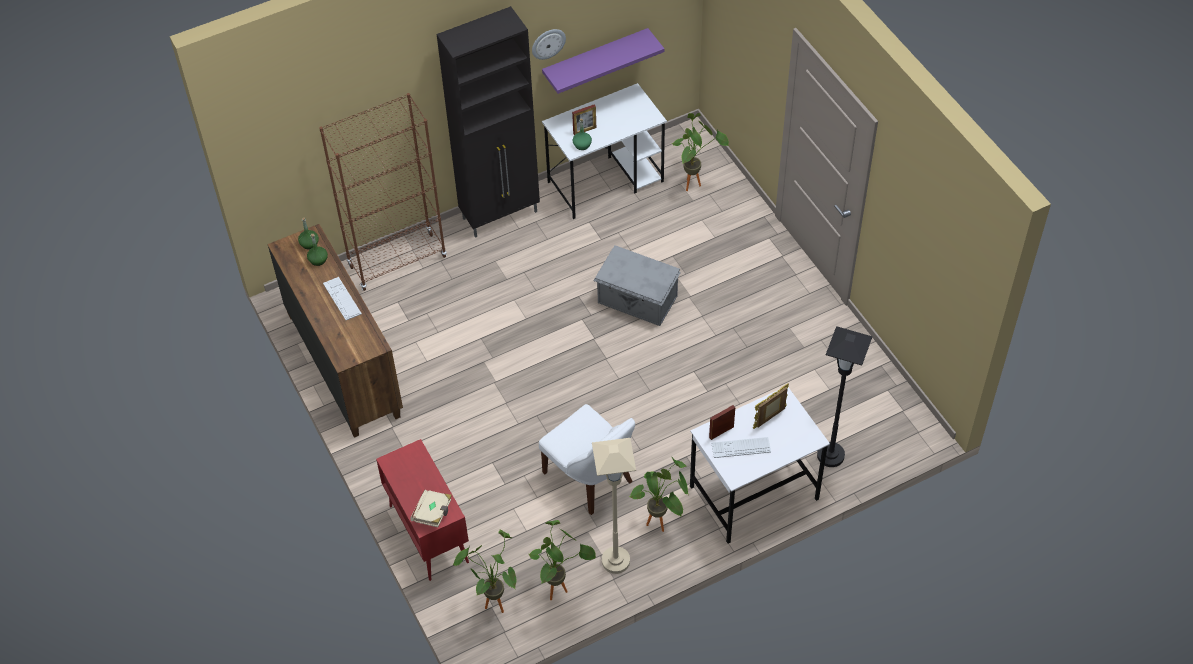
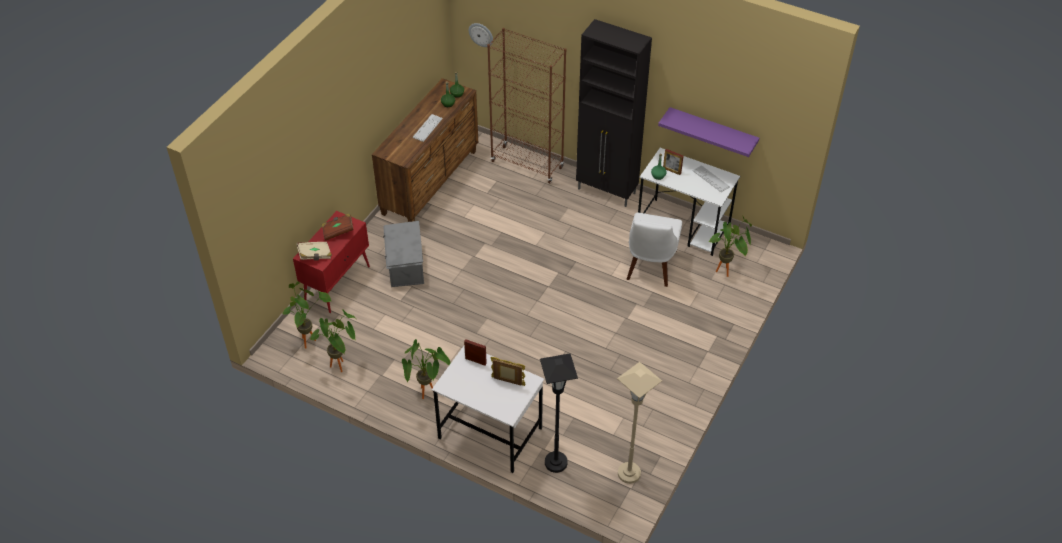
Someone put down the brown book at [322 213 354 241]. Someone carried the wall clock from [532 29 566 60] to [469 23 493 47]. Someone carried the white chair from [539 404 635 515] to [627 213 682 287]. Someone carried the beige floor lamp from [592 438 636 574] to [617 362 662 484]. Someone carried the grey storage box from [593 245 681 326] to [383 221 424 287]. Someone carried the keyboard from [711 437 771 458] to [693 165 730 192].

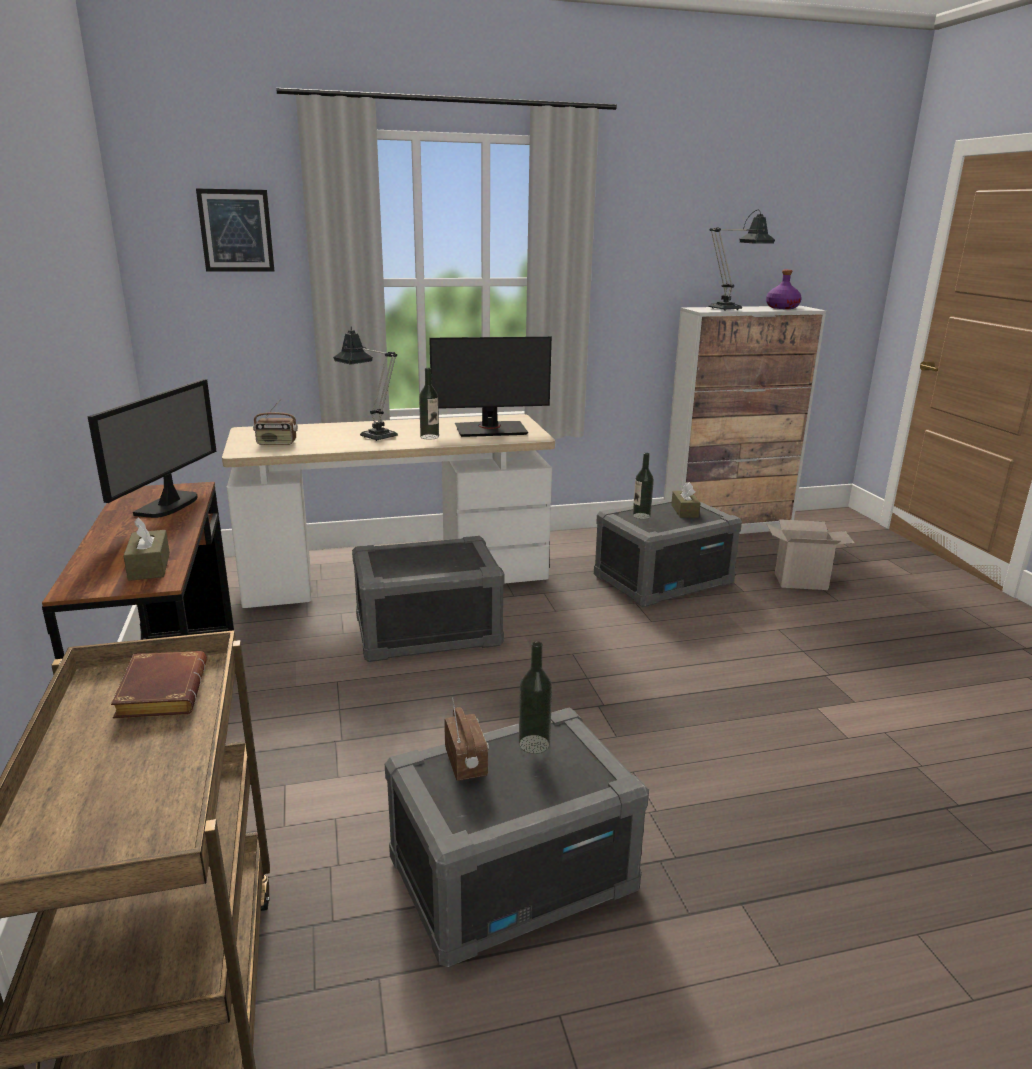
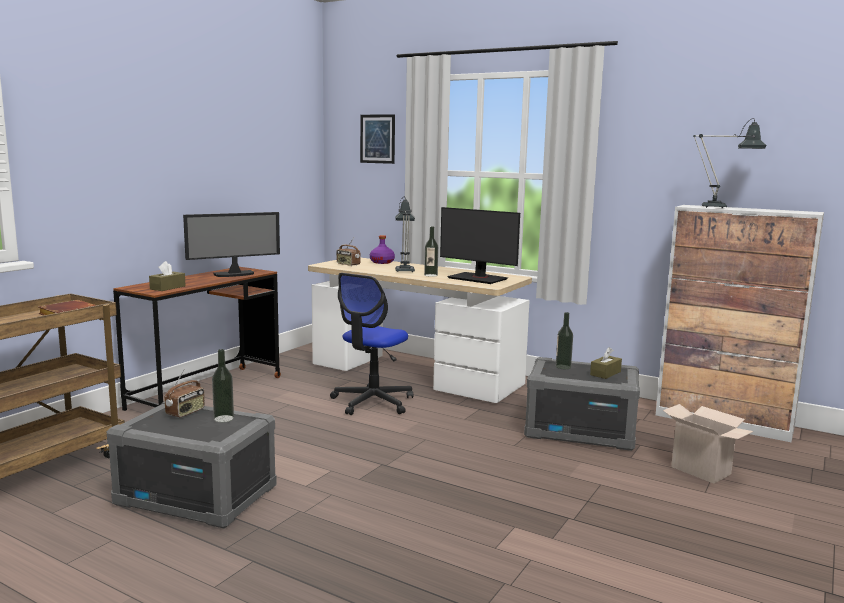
Someone carried the purple bottle from [766 270 802 309] to [370 235 395 264]. Someone swapped the grey storage box at [352 536 505 662] for the office chair at [330 273 413 415].

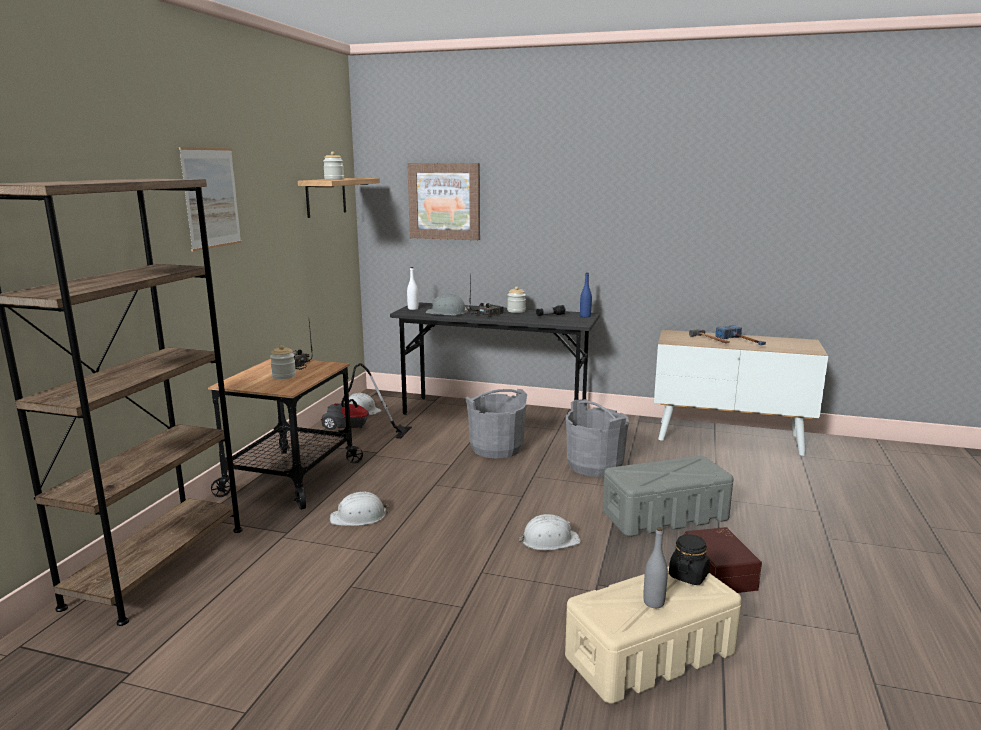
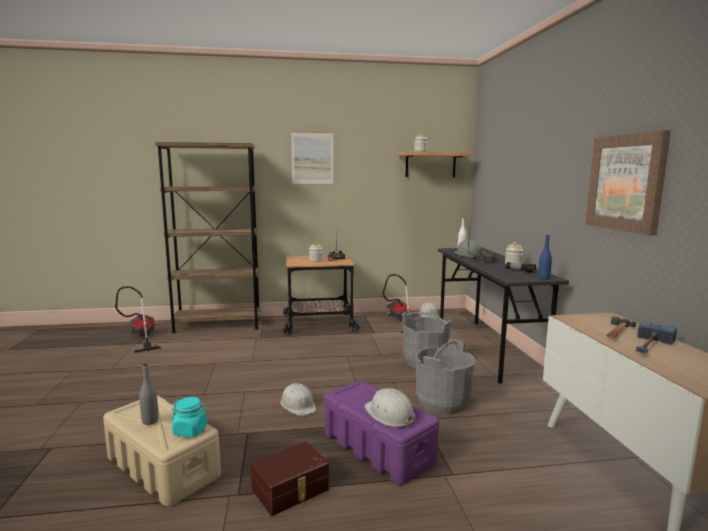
Someone put down the vacuum cleaner at [115 286 161 353]. Someone carried the white hard hat from [330 492 389 526] to [364 388 415 427]. Someone carried the picture from [407 163 480 240] to [585 130 671 235]. Someone repainted the grey storage box at [602 456 734 537], which became the purple storage box at [324 381 439 485]. Someone repainted the black jar at [669 534 710 585], which became the turquoise jar at [172 397 207 437].

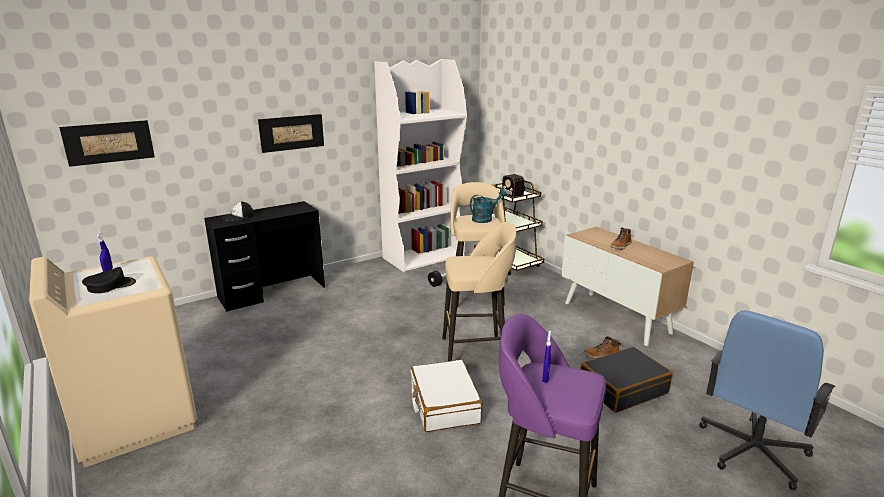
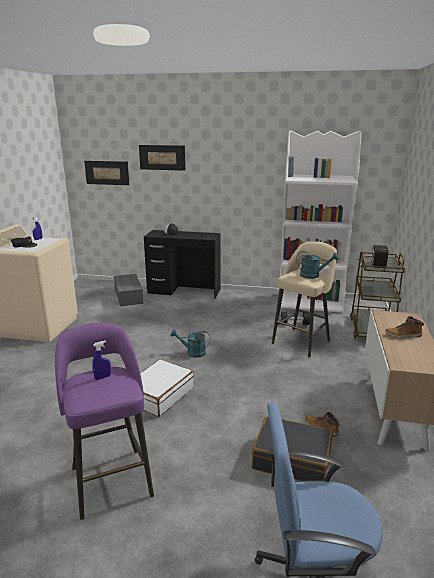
Someone took away the beige stool at [442 222 517 361]. Someone put down the grey storage box at [114 274 143 307]. Someone put down the turquoise watering can at [170 330 211 358]. Someone carried the picture from [258 114 324 153] to [139 145 186 171].

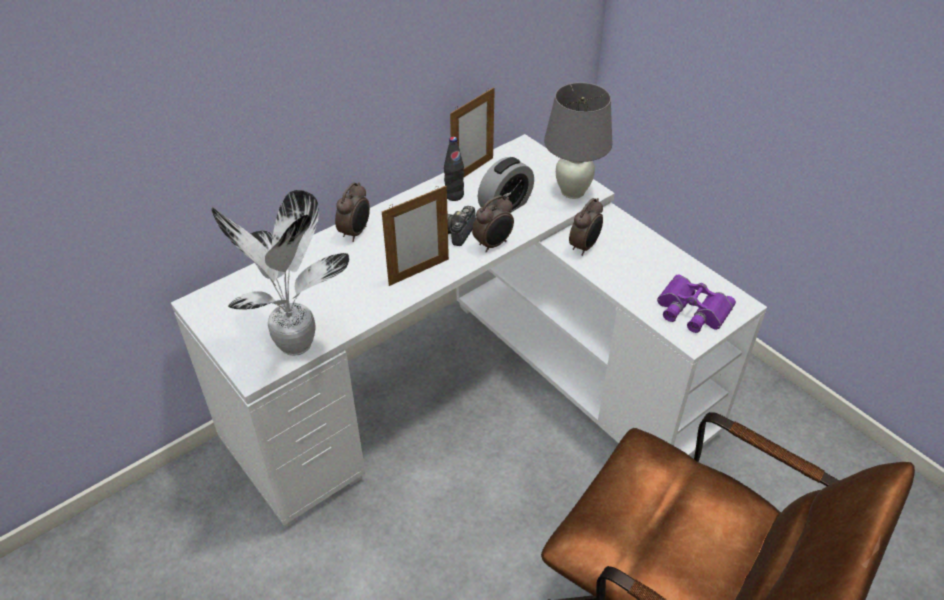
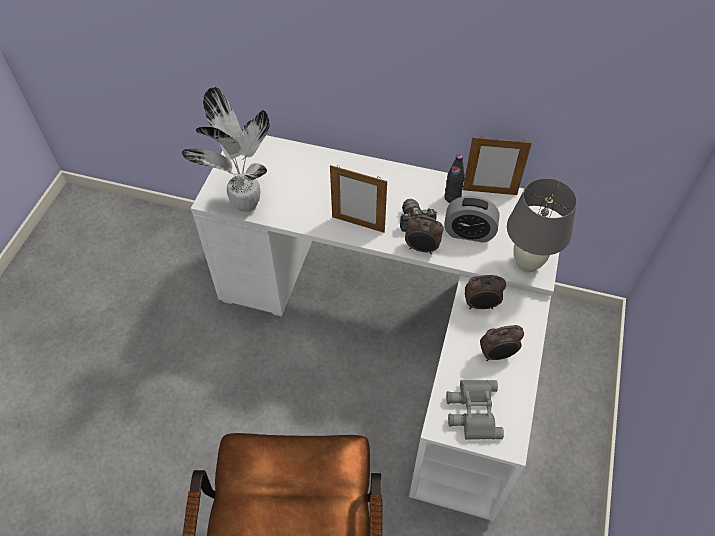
Someone carried the alarm clock from [335 182 370 242] to [480 325 524 361]. Someone repainted the purple binoculars at [657 275 736 333], which became the grey binoculars at [446 380 504 440].

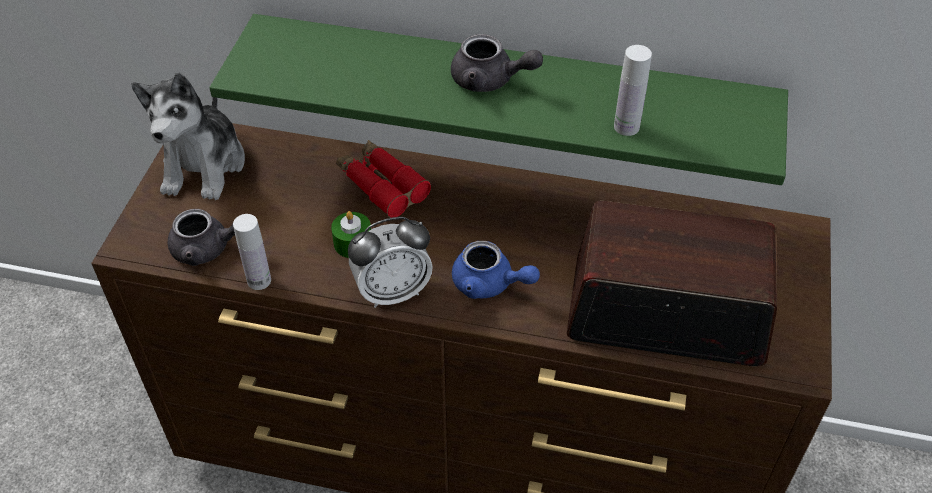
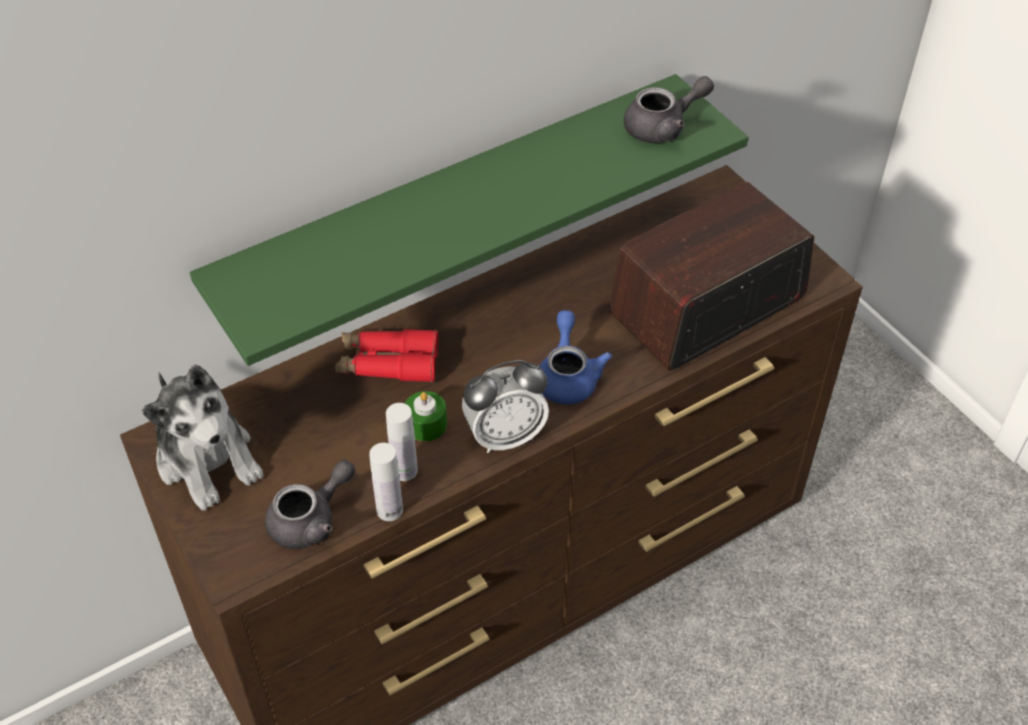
Someone carried the grey teapot from [451 34 543 92] to [624 76 714 143]. Someone carried the white bottle from [614 45 652 136] to [386 403 418 481]. Someone rotated the alarm clock at [348 217 433 308] by 45 degrees clockwise. Someone rotated the blue teapot at [452 241 540 299] by 75 degrees counterclockwise.

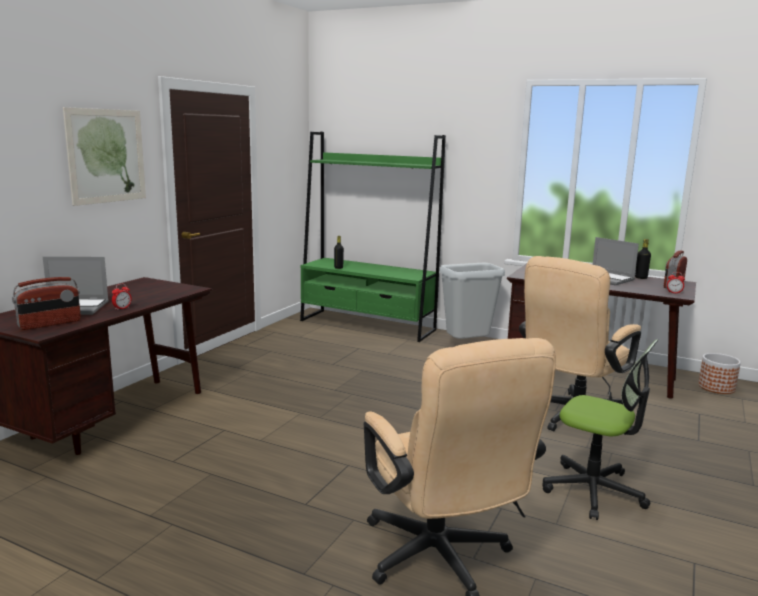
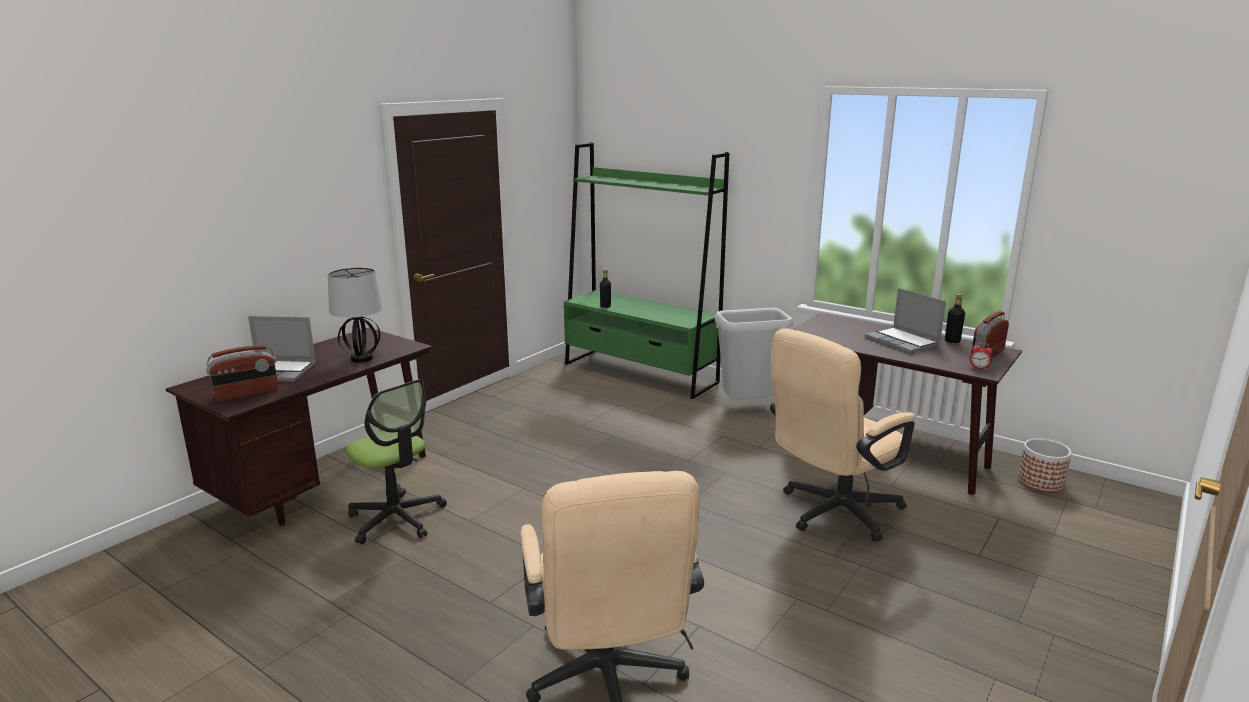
Someone took away the picture at [63 107 146 206]. Someone took away the alarm clock at [112 284 132 310]. Someone put down the table lamp at [328 267 383 363]. Someone carried the office chair from [543 339 658 520] to [346 379 447 544].

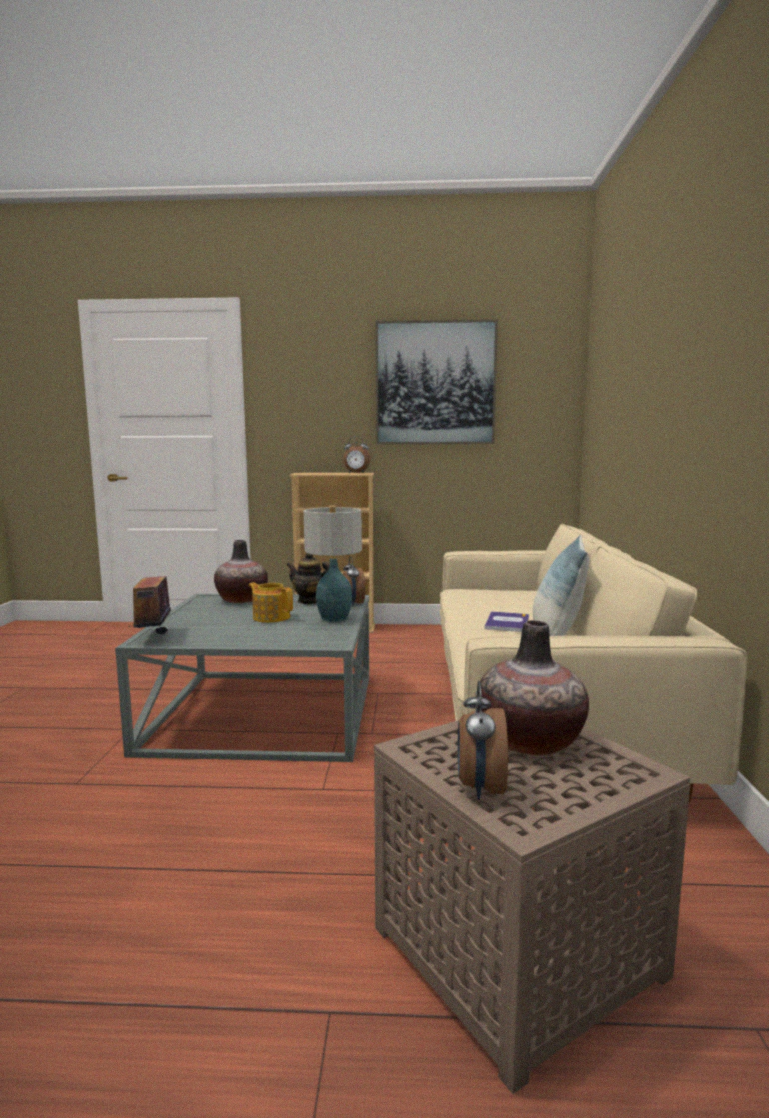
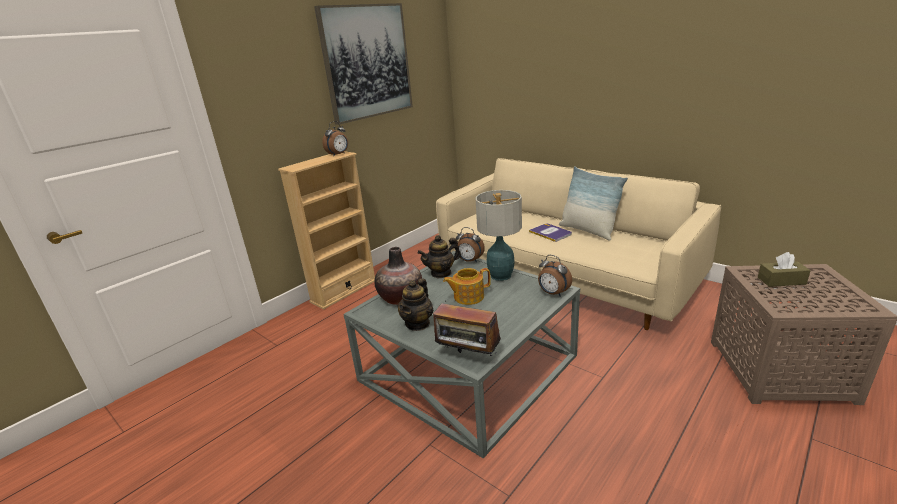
Someone put down the teapot at [398 278 434 331]. Someone carried the alarm clock from [458 681 508 800] to [538 255 572 297]. Someone swapped the vase at [479 620 589 756] for the brown tissue box at [758 252 811 287].

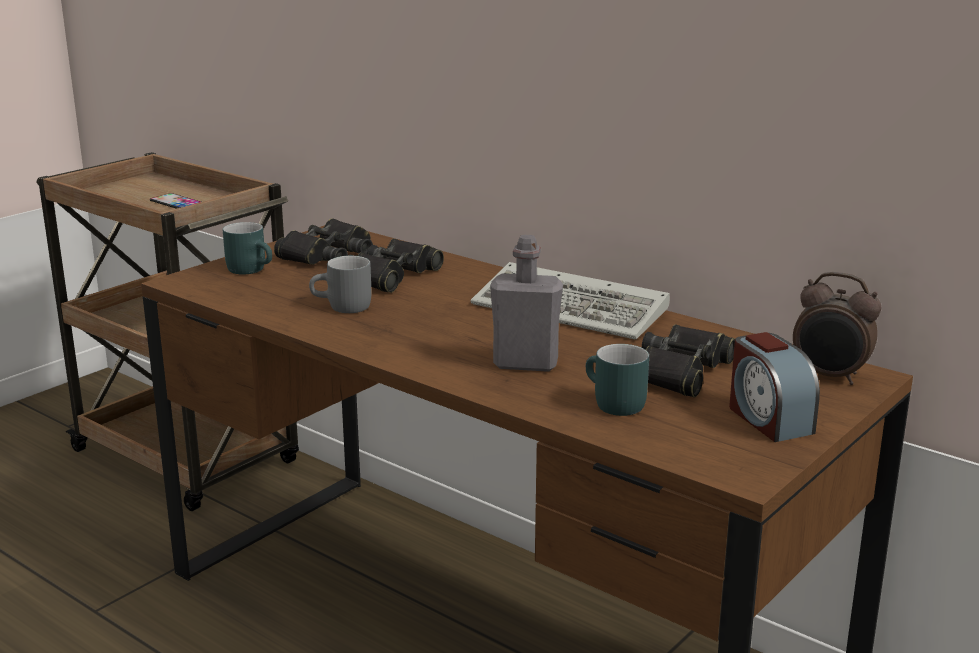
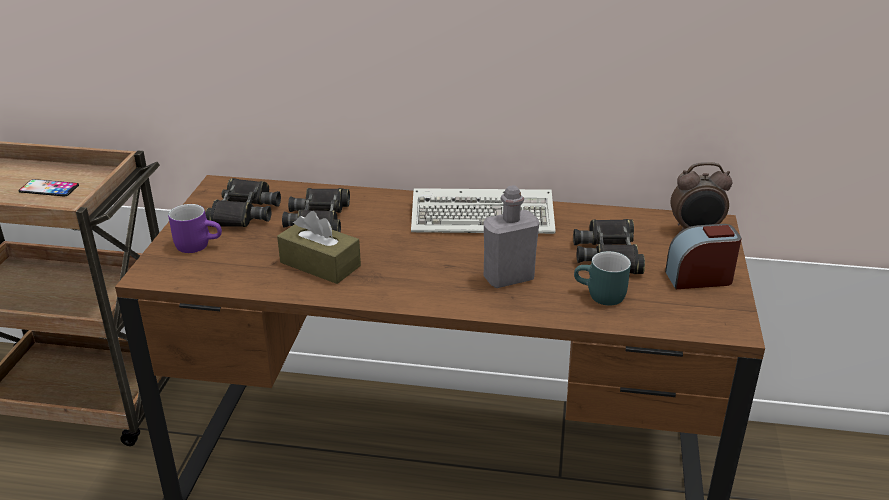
Someone swapped the grey mug at [309 256 371 313] for the brown tissue box at [277 211 361 284]. Someone repainted the turquoise mug at [223 222 272 274], which became the purple mug at [168 204 222 253]. Someone rotated the alarm clock at [729 332 820 442] by 135 degrees clockwise.

